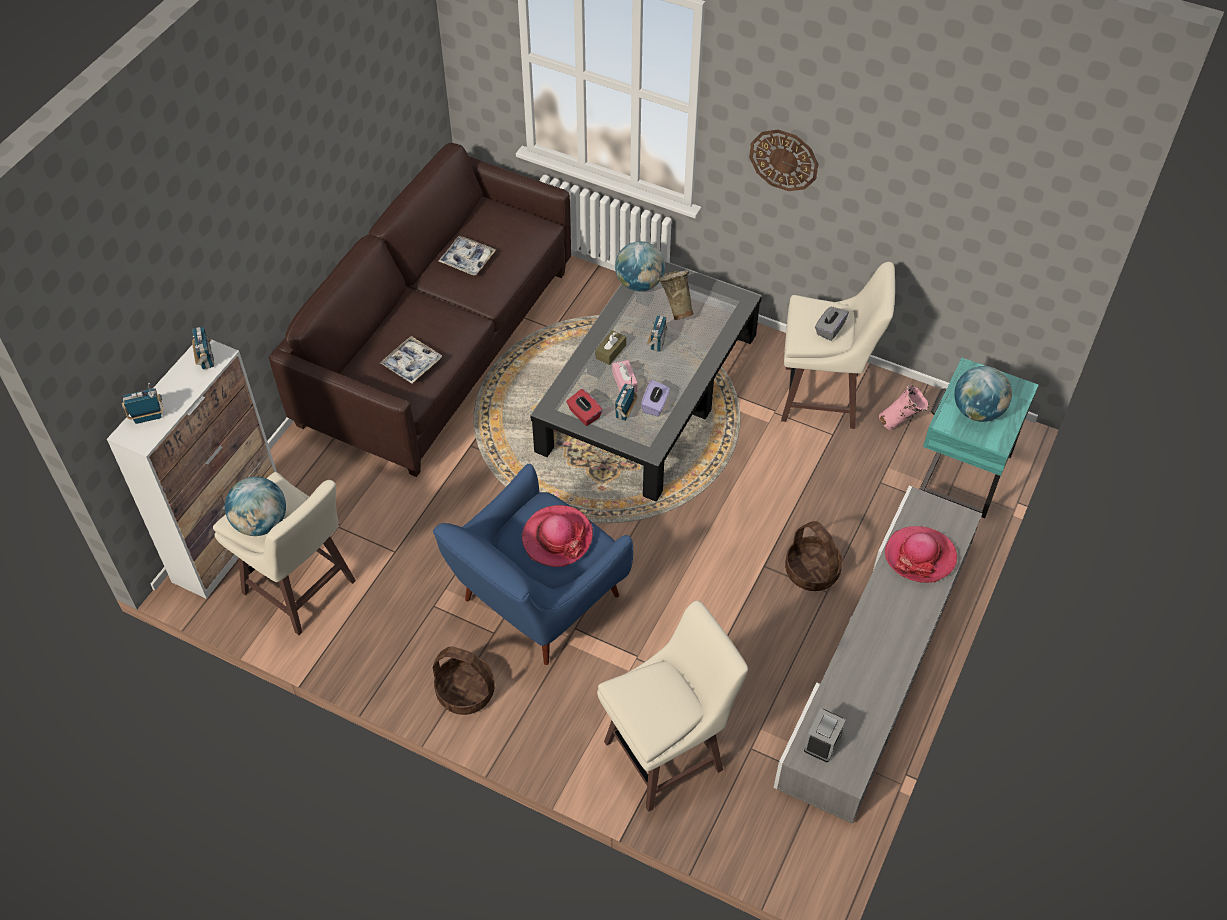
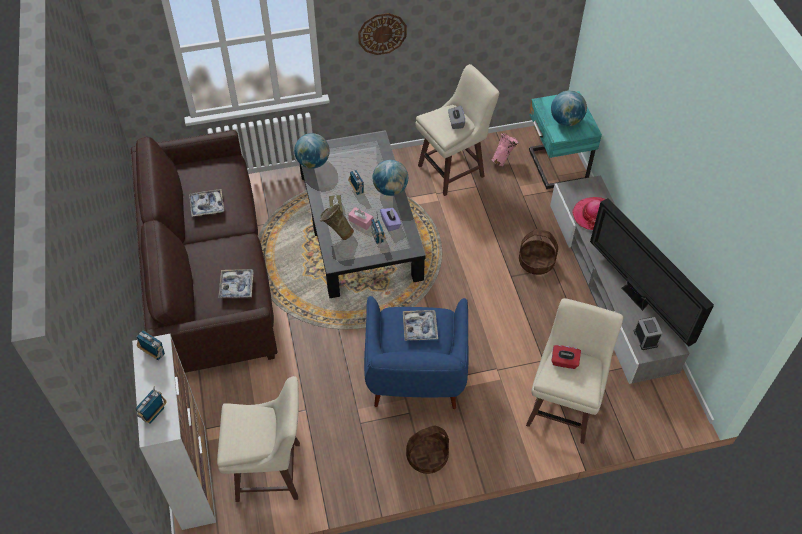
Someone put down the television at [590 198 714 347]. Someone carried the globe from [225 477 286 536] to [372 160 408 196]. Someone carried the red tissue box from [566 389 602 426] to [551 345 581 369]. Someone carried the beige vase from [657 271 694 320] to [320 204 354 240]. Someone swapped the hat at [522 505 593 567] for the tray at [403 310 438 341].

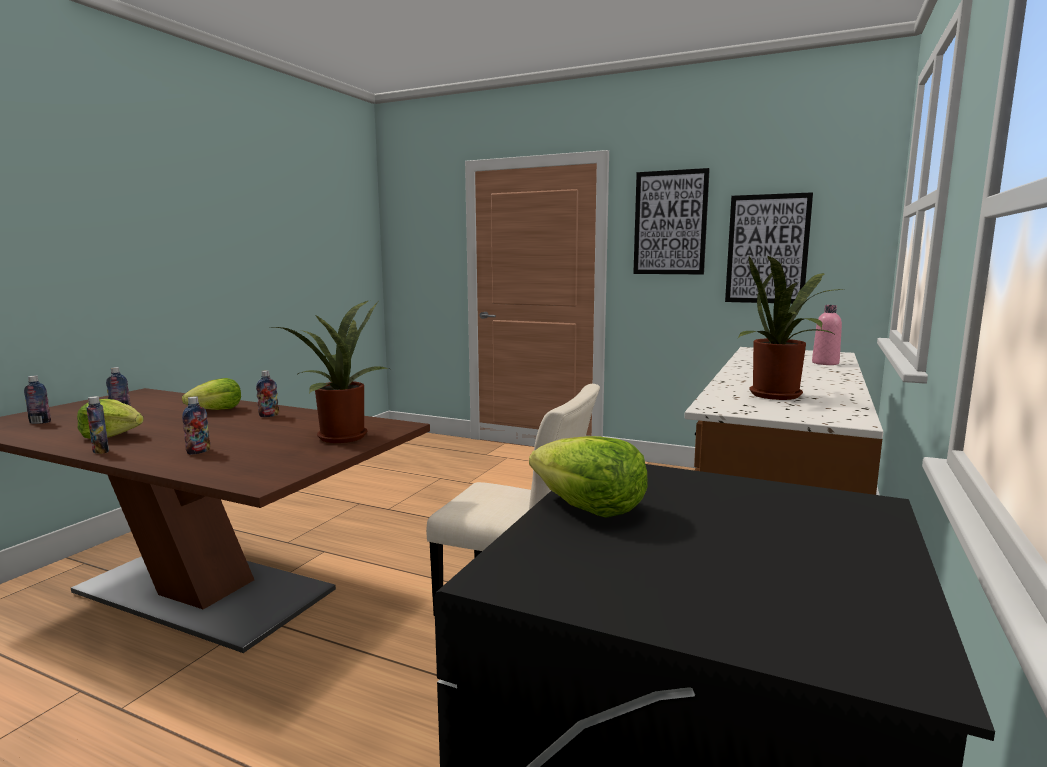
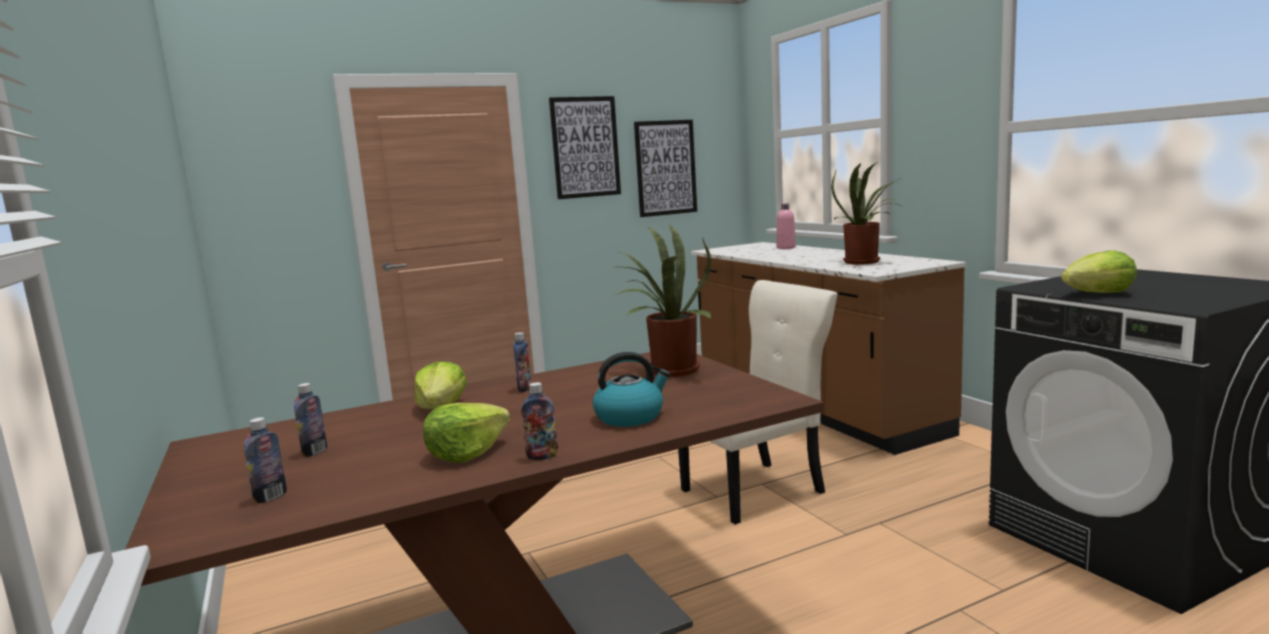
Someone swapped the bottle at [182 397 210 455] for the kettle at [593 352 670 427].

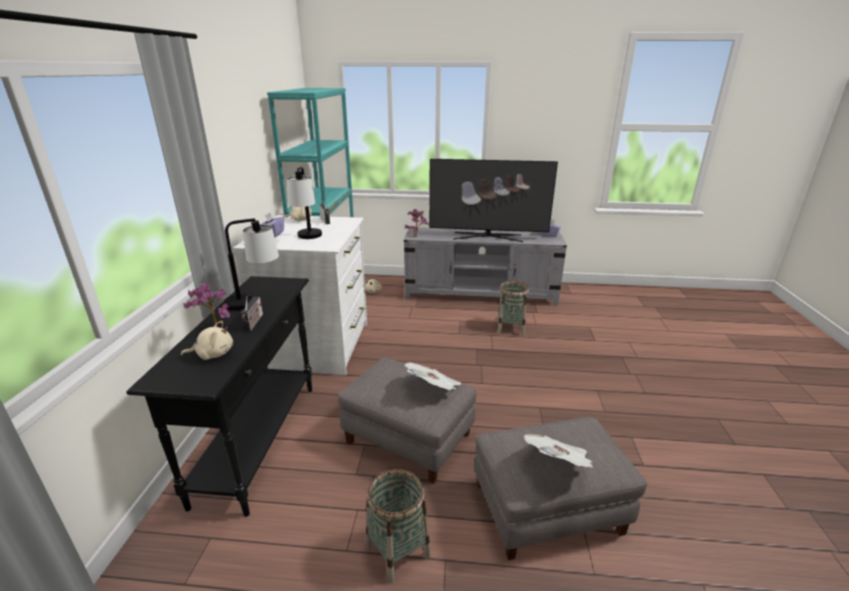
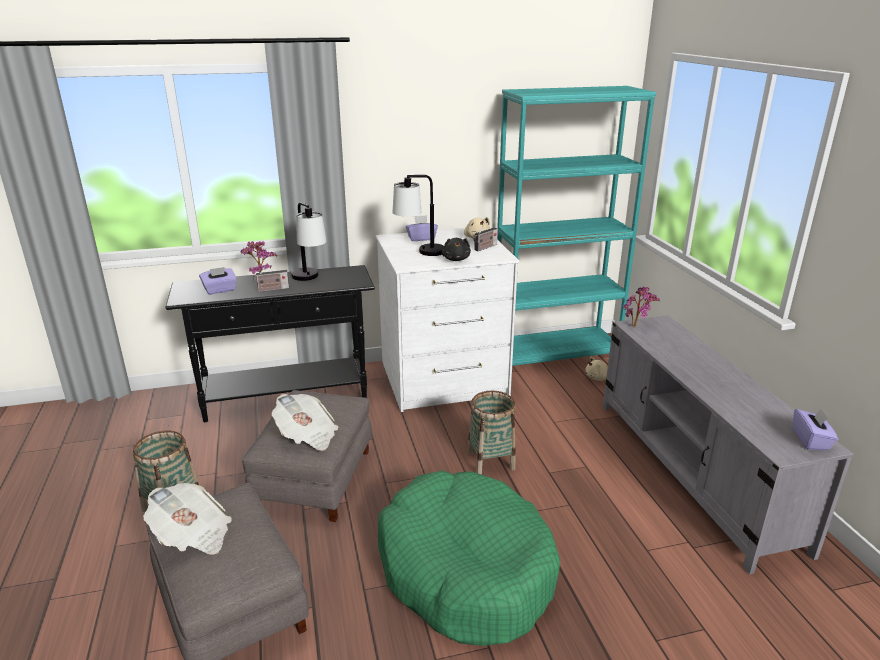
Someone took away the television at [429 159 558 242]. Someone put down the green dog bed at [378 471 560 646]. Someone put down the black plush toy at [442 238 471 261]. Someone carried the basket from [497 281 529 335] to [467 391 516 475]. Someone swapped the beige plush toy at [181 321 233 360] for the purple tissue box at [199 267 237 295].

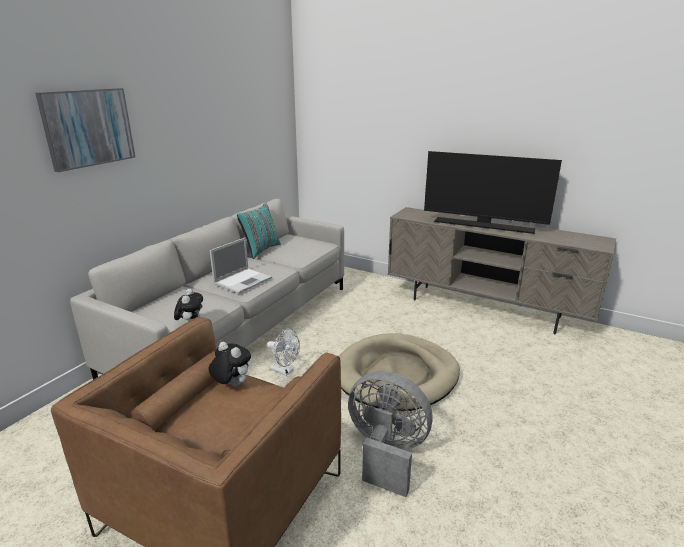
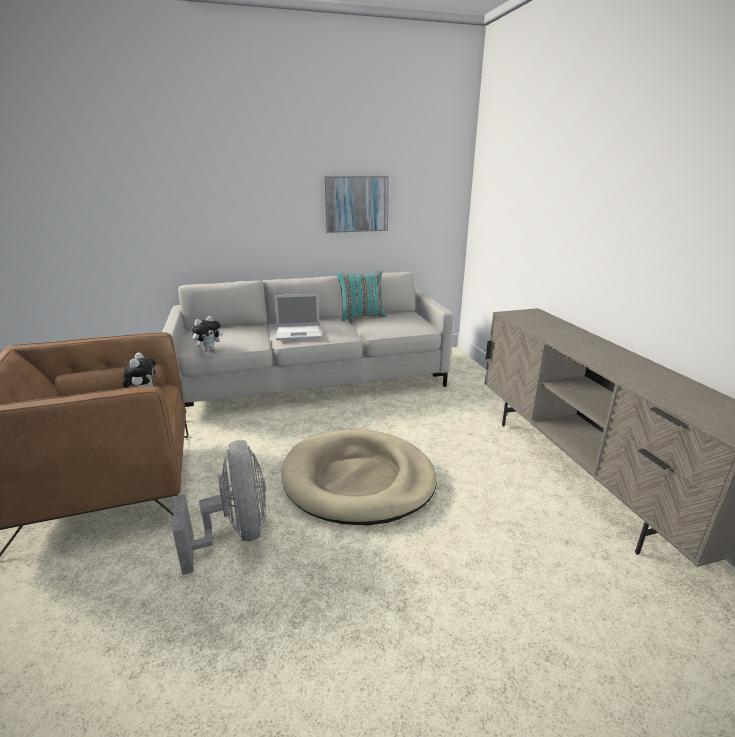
Someone took away the white fan at [267 328 300 376]. Someone took away the television at [424 151 562 234]. Someone carried the picture from [35 88 135 172] to [324 176 389 233].

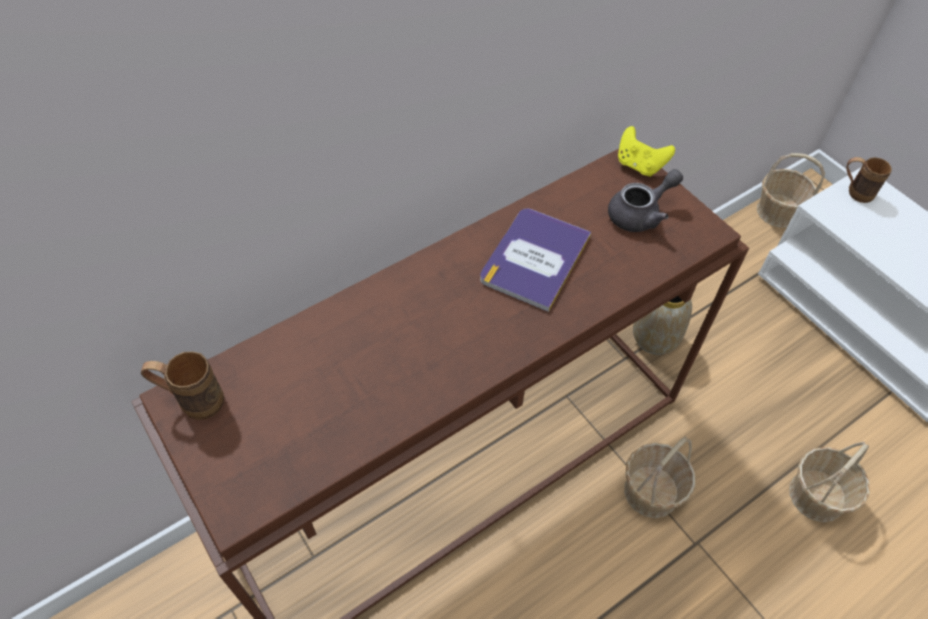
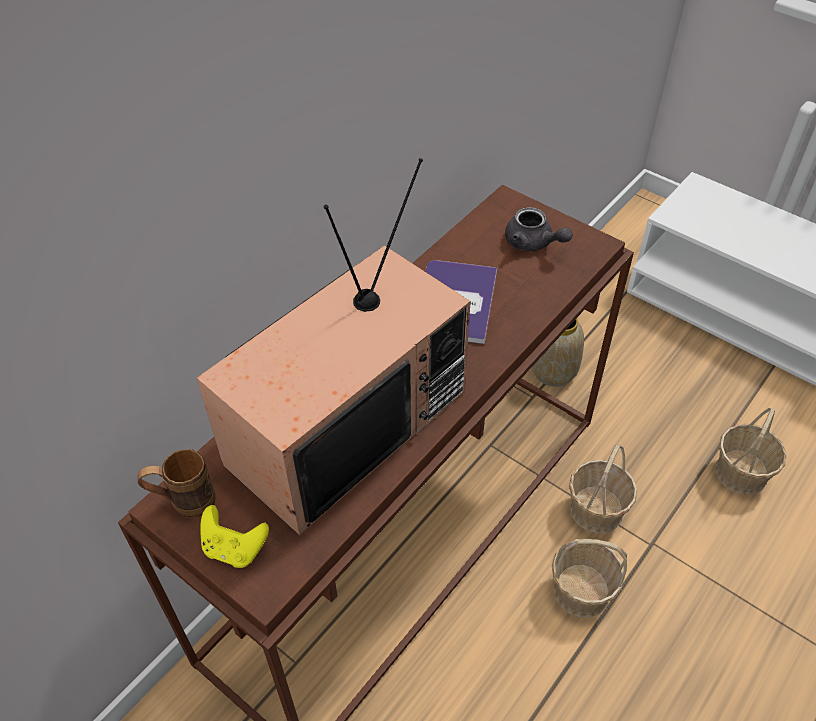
Someone took away the brown mug at [846 157 892 203]. Someone put down the television at [197 158 471 535]. Someone carried the yellow game controller from [618 126 675 177] to [200 505 269 568]. Someone carried the basket from [757 153 825 228] to [552 539 627 618]. Someone rotated the grey teapot at [608 169 683 232] by 90 degrees clockwise.

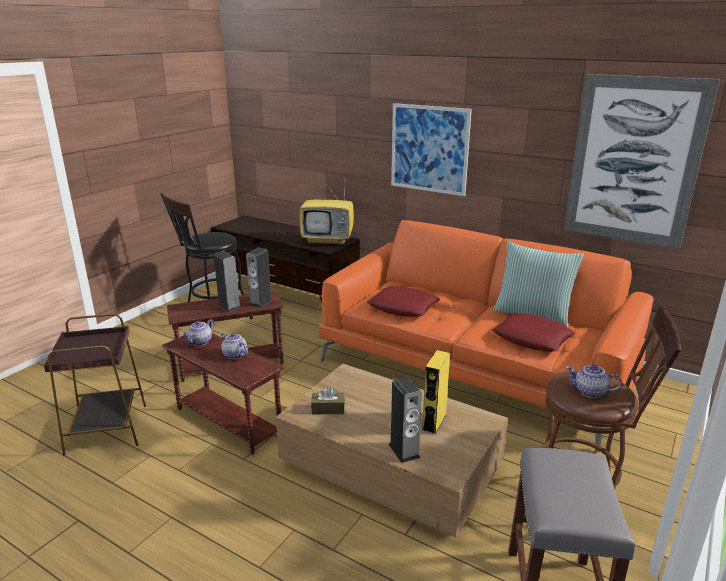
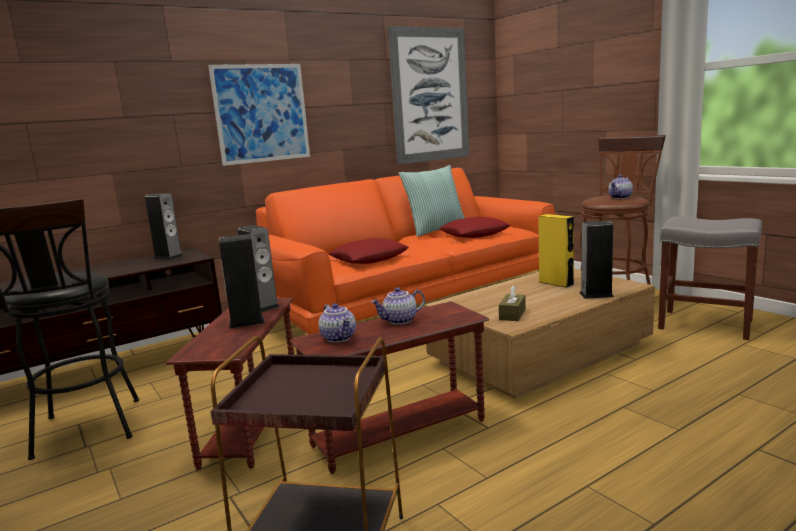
Someone swapped the television at [299 182 354 245] for the speaker at [145 194 183 260].

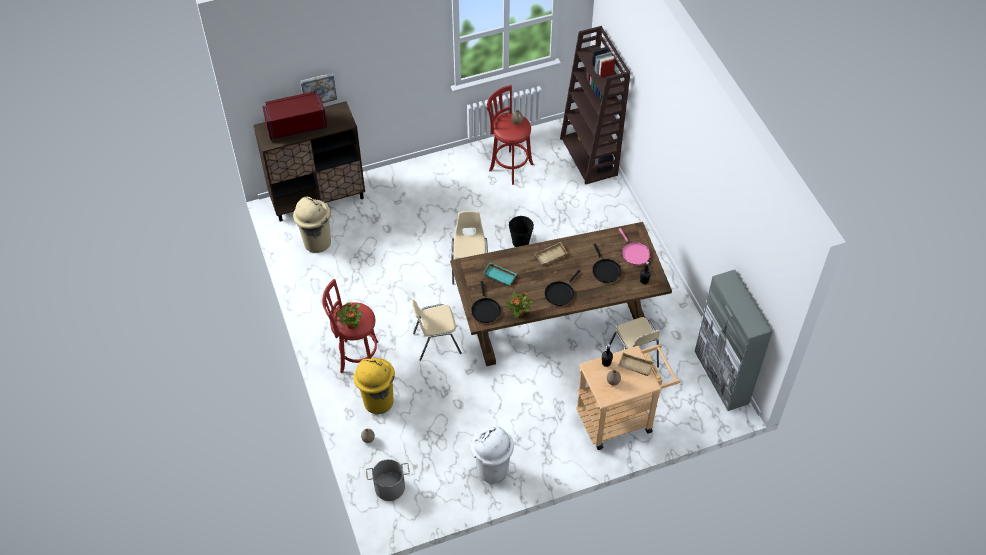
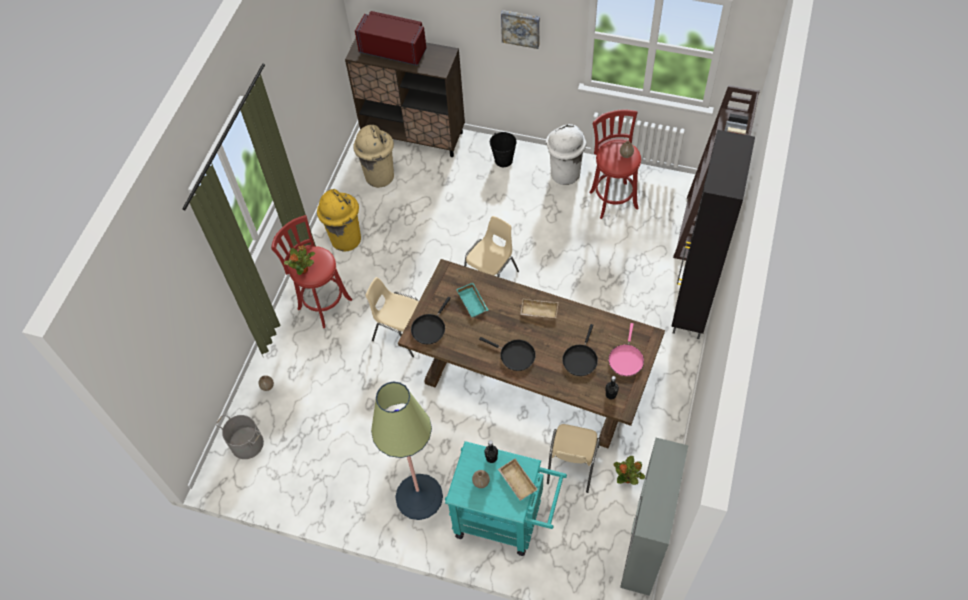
Someone put down the floor lamp at [371 381 443 520]. Someone put down the black cabinet at [671 130 755 339]. Someone carried the picture from [300 73 337 103] to [501 10 540 49]. Someone carried the yellow trash can from [354 358 395 414] to [317 189 361 252]. Someone carried the white trash can from [471 426 514 483] to [545 124 587 185]. Someone carried the potted plant from [505 292 534 317] to [613 456 645 485]. Someone carried the black bucket from [509 216 534 247] to [490 132 516 167]. Someone repainted the beige cart at [576 344 681 450], which became the turquoise cart at [445 441 567 556]. Someone rotated the black frying pan at [545 270 581 306] by 135 degrees counterclockwise.

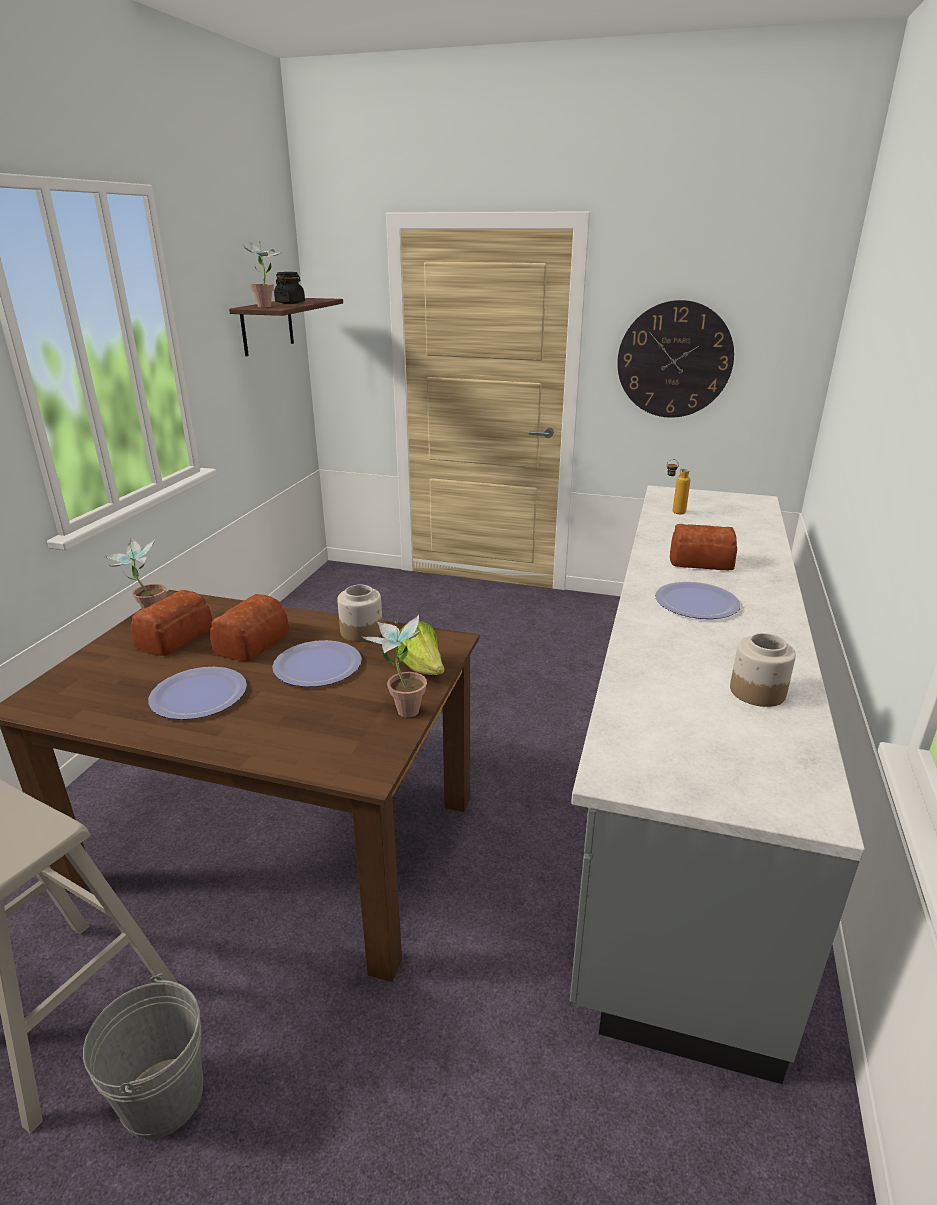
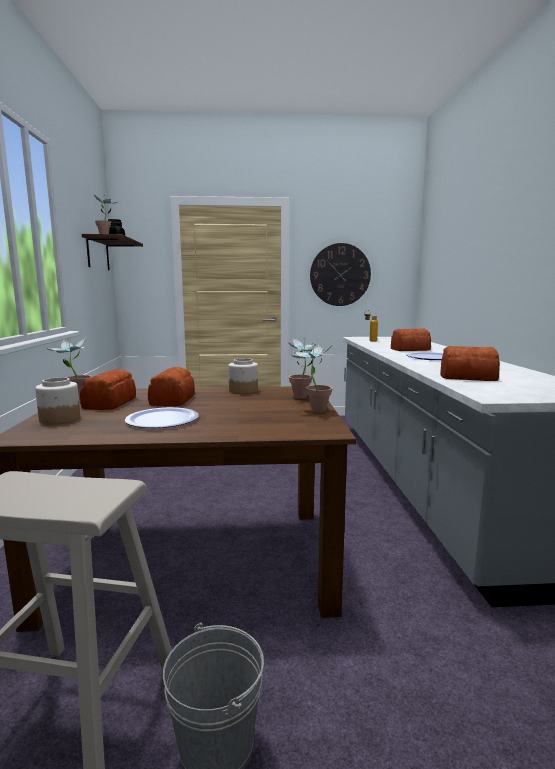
Someone took away the plate at [272 640 362 687]. Someone put down the bread at [440 346 500 381]. Someone carried the jar from [730 633 796 707] to [35 377 80 425]. Someone swapped the lettuce at [396 621 445 675] for the potted plant at [288 337 325 399].

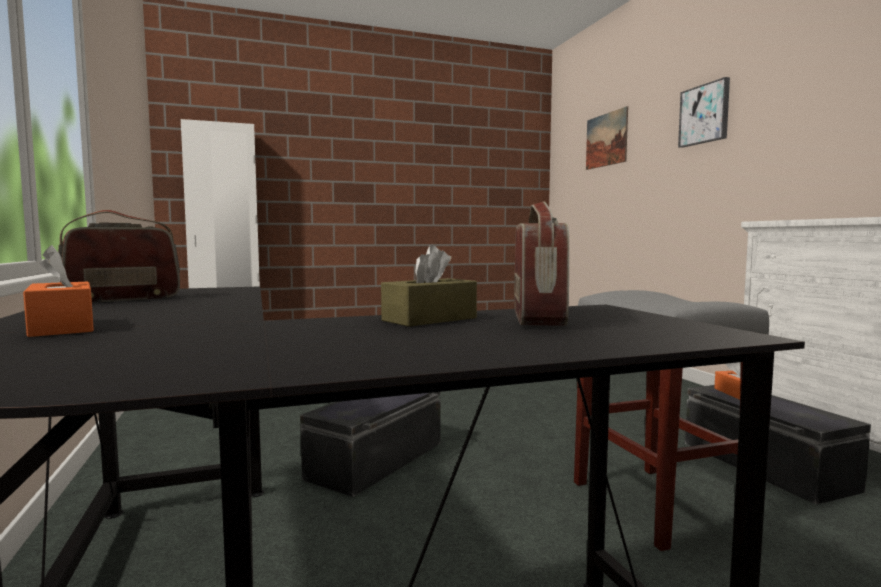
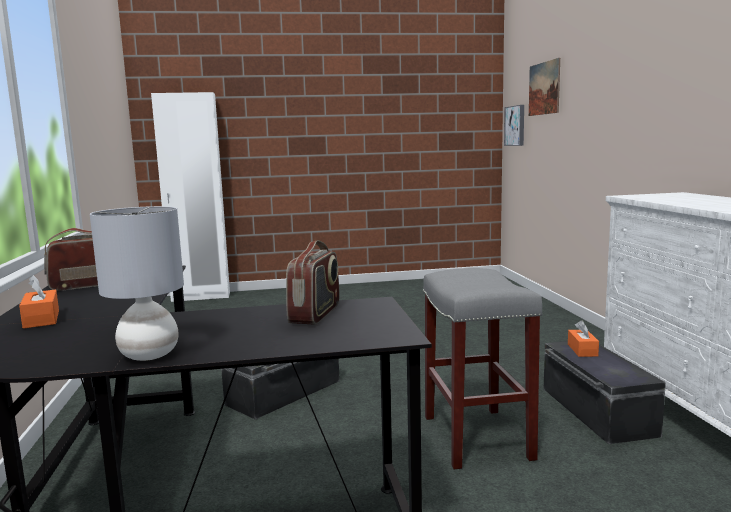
Someone took away the brown tissue box at [381 245 477 327]. Someone put down the grey table lamp at [90 206 184 361]. Someone carried the picture from [678 77 730 148] to [504 105 524 146].

